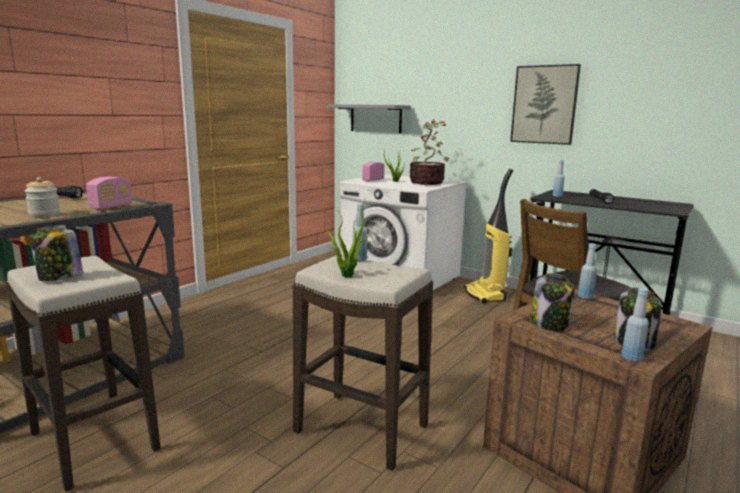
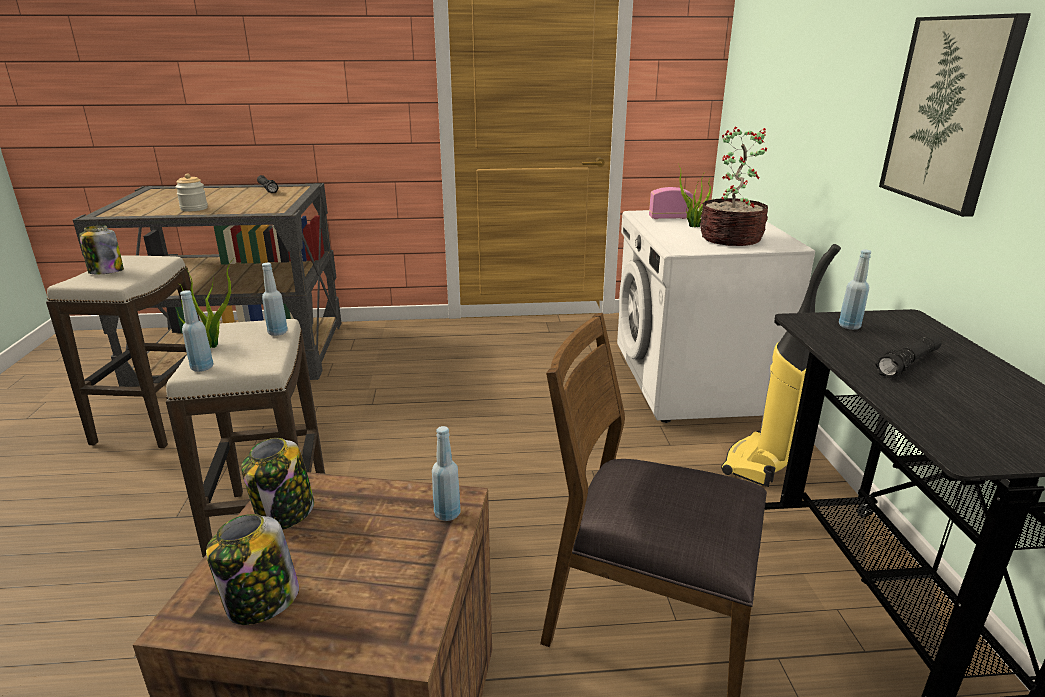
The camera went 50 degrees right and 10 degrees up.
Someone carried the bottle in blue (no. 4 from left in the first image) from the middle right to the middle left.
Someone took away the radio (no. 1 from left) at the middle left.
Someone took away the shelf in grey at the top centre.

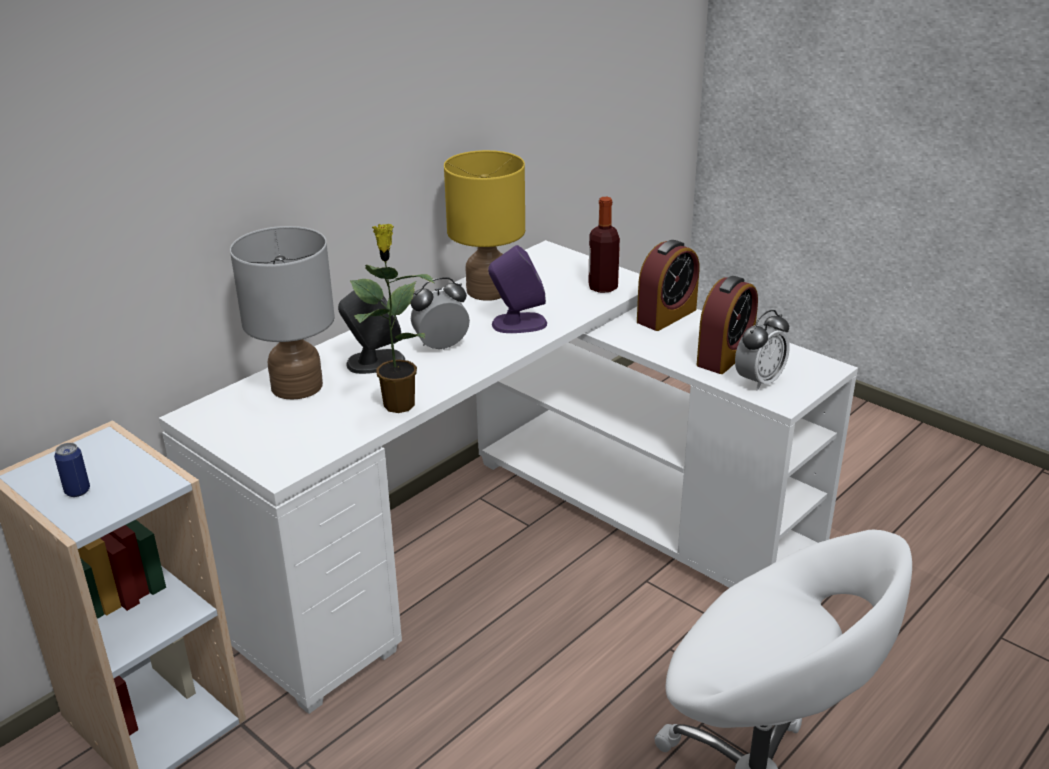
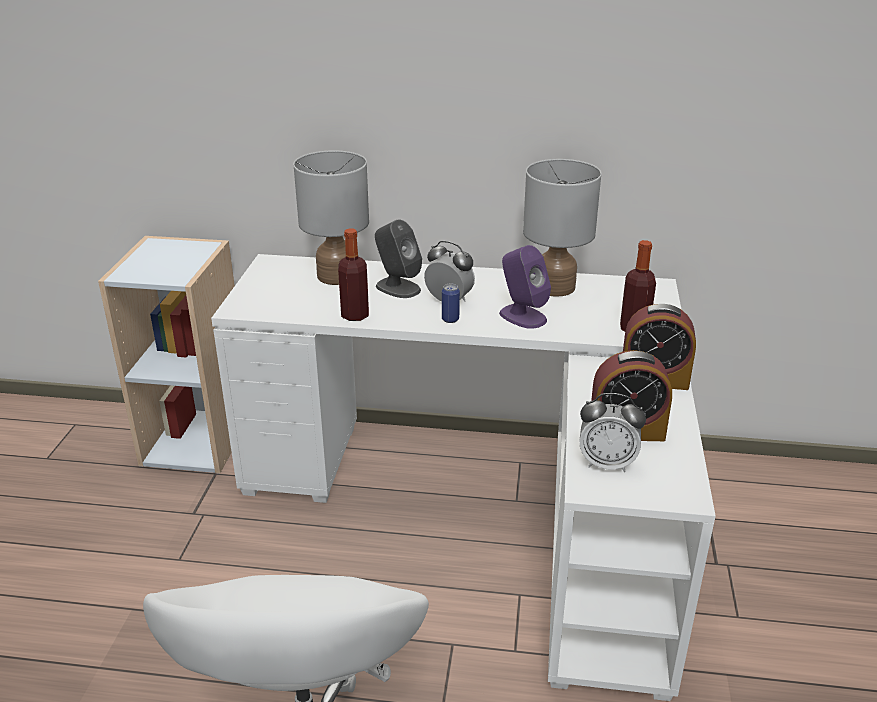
The camera went 55 degrees right and 0 degrees up.
Someone swapped the potted plant at the centre for the bottle (no. 1 from left) at the centre.
Someone carried the can from the middle left to the centre.
Someone repainted the table lamp in yellow at the top centre, which became the table lamp in grey (no. 2 from left) at the top centre.

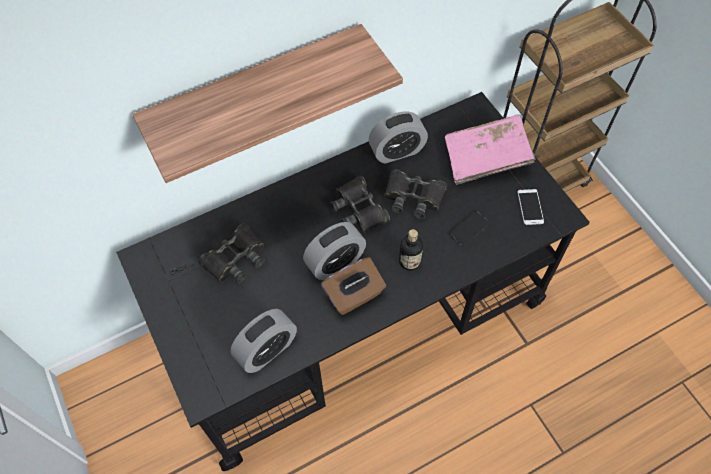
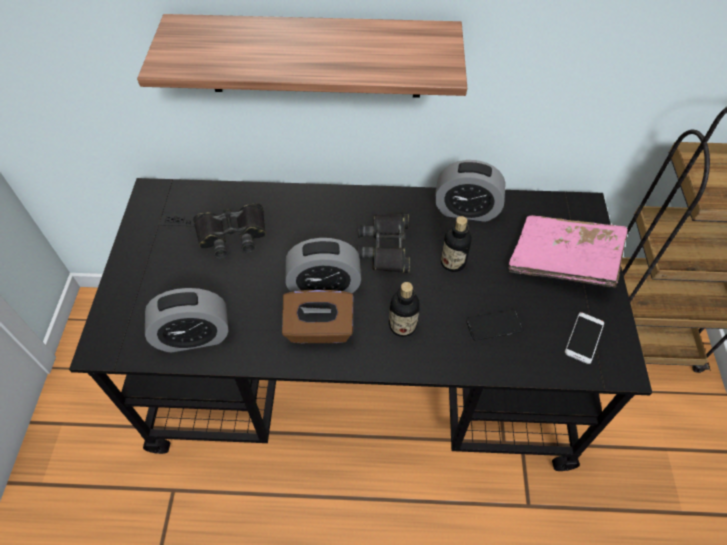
The camera went 30 degrees right and 5 degrees down.
Someone swapped the binoculars in black (no. 3 from left) at the centre for the bottle (no. 2 from left) at the centre.

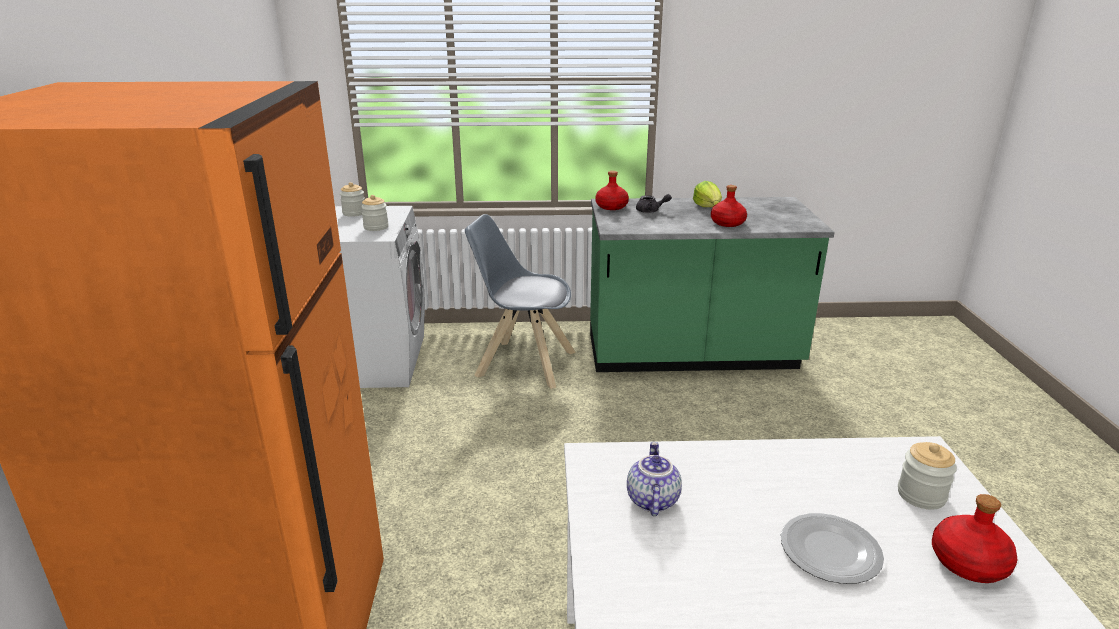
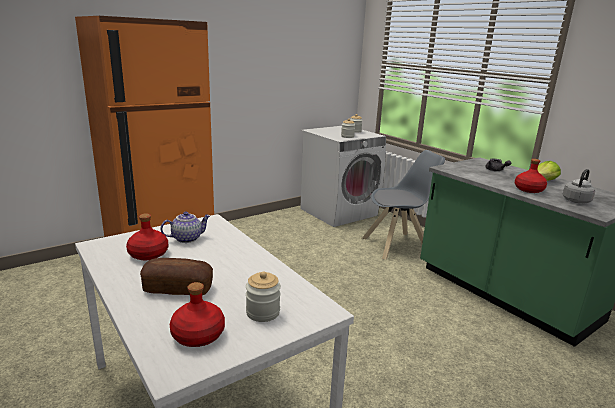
The camera went 55 degrees right and 5 degrees down.
Someone carried the bottle in red (no. 1 from left) from the top centre to the middle left.
Someone swapped the plate at the bottom right for the bread at the bottom left.
Someone rotated the chair in grey at the centre by 90 degrees clockwise.
Someone put down the kettle in grey at the middle right.

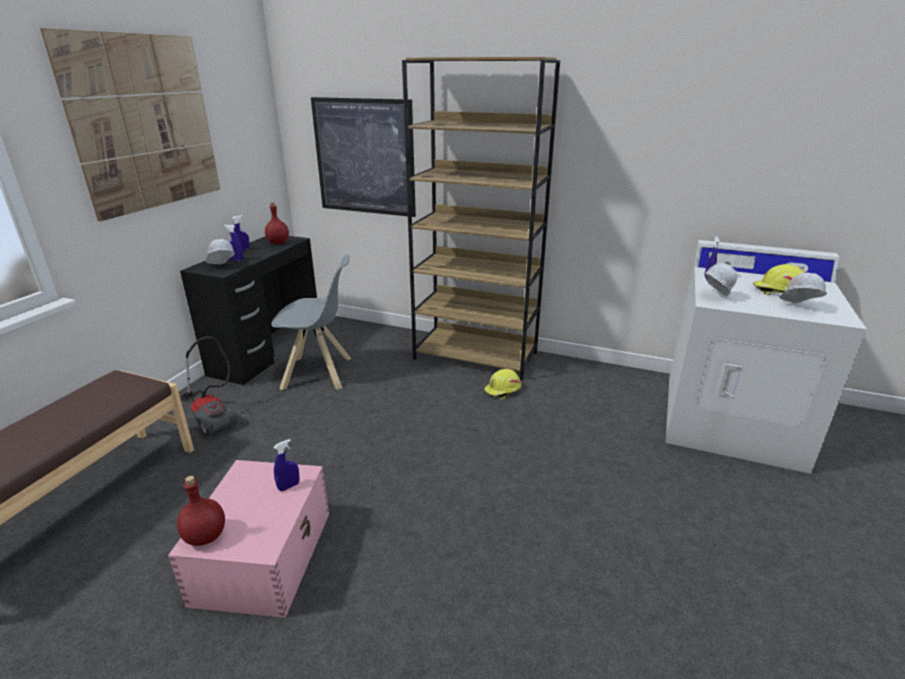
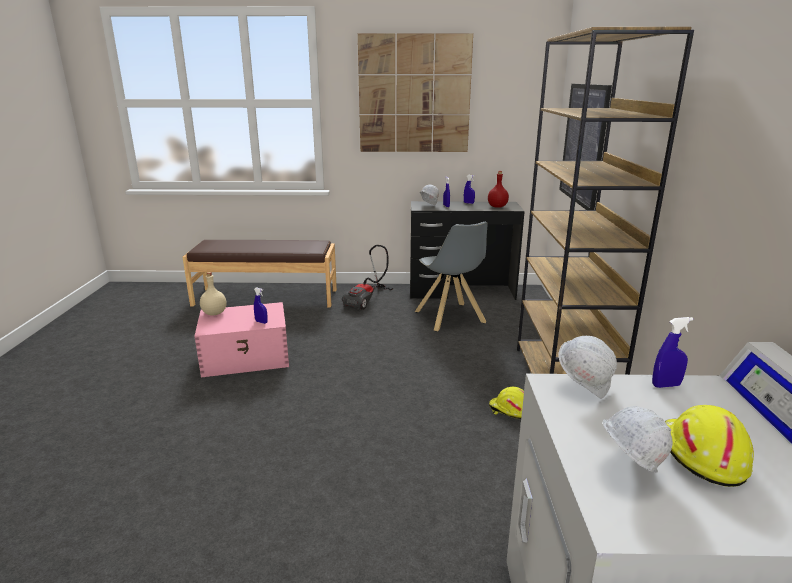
The camera went 70 degrees right and 5 degrees down.
Someone repainted the bottle in red (no. 1 from left) at the bottom left, which became the bottle in beige at the middle left.

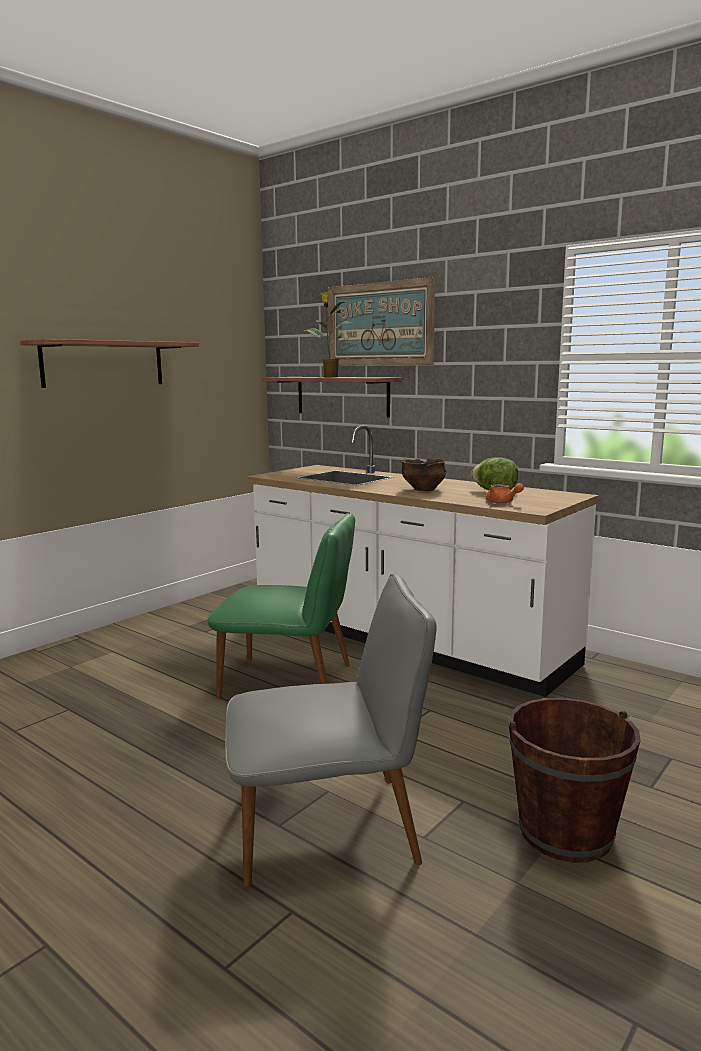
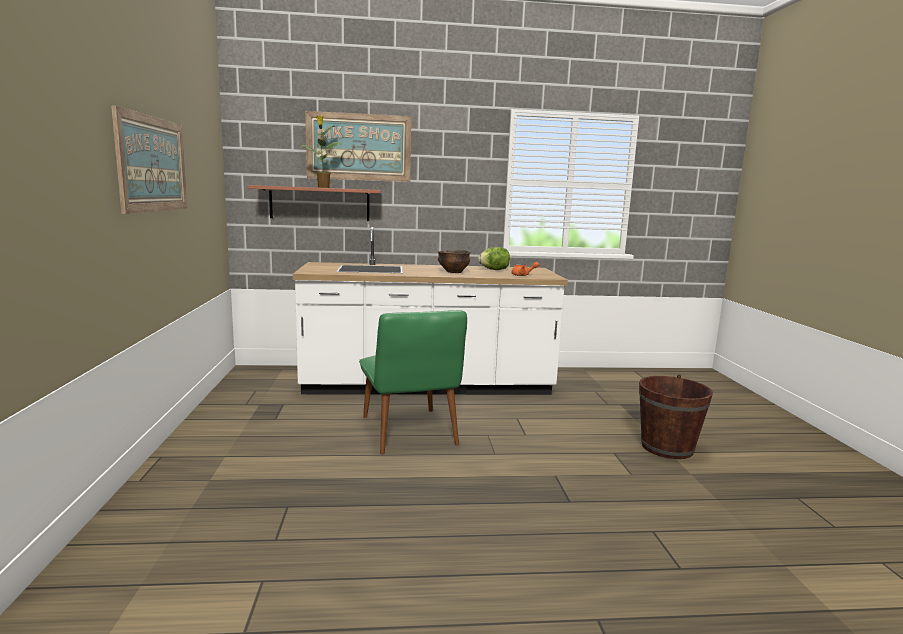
The camera went 45 degrees left and 0 degrees up.
Someone swapped the shelf (no. 1 from left) at the middle left for the picture (no. 1 from left) at the top left.
Someone rotated the chair in green at the centre by 105 degrees clockwise.
Someone took away the chair in grey at the bottom centre.

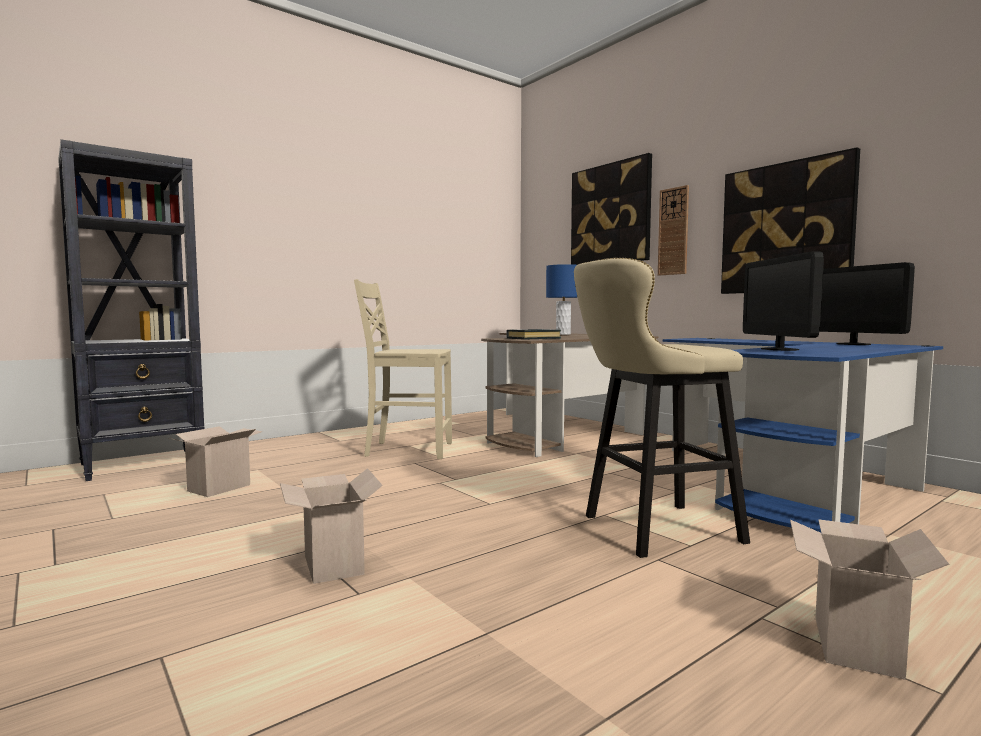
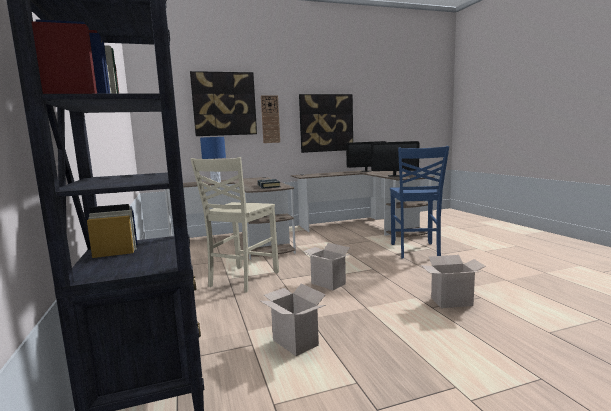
The camera went 70 degrees left and 5 degrees up.
Someone repainted the desk in blue at the middle right, which became the desk in brown (no. 2 from left) at the centre.
Someone carried the cardboard box (no. 3 from left in the first image) from the bottom right to the centre.
Someone swapped the stool in beige at the middle right for the chair in blue at the middle right.

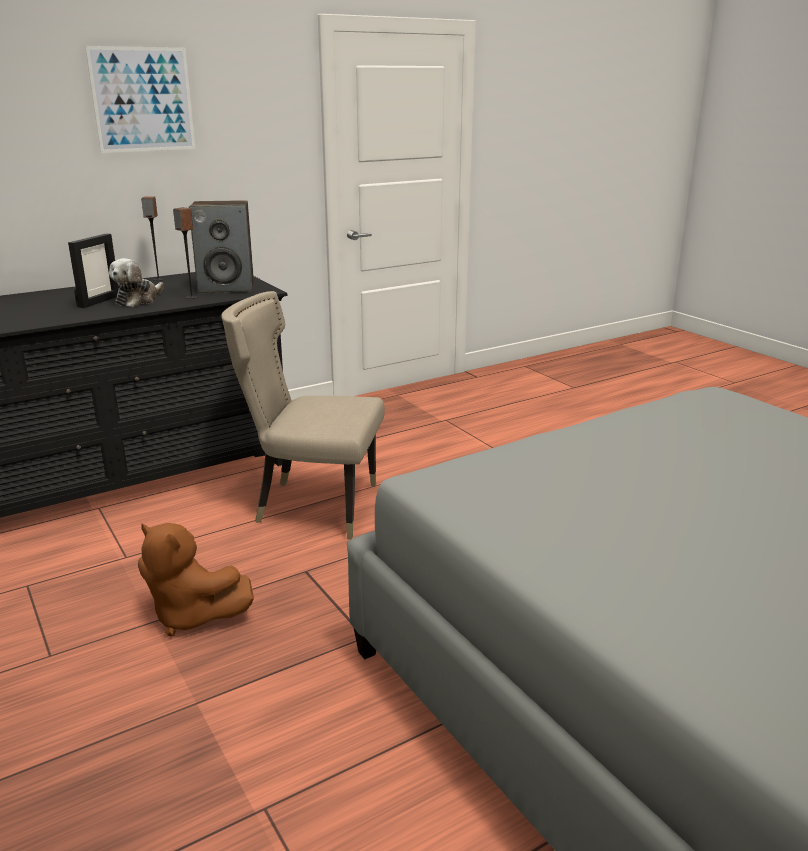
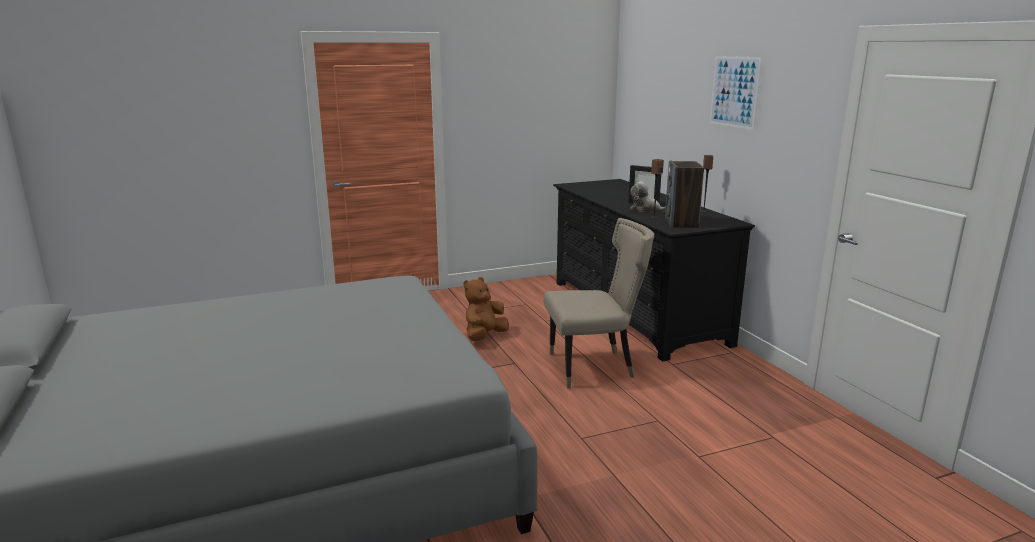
The camera went 100 degrees right and 5 degrees down.
Someone rotated the chair in beige at the centre by 60 degrees clockwise.

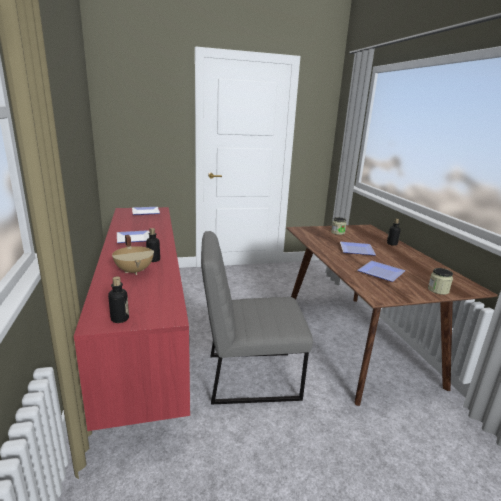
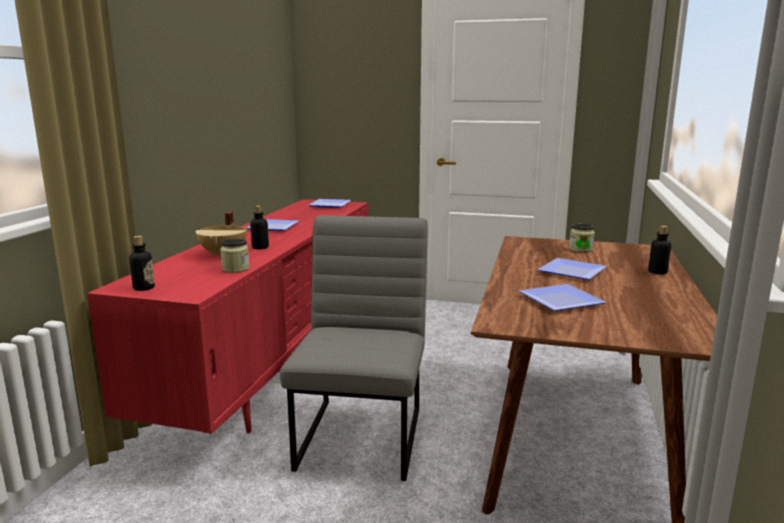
The camera went 30 degrees right and 5 degrees down.
Someone carried the jar (no. 2 from left in the first image) from the middle right to the middle left.
Someone rotated the chair in grey at the centre by 75 degrees clockwise.

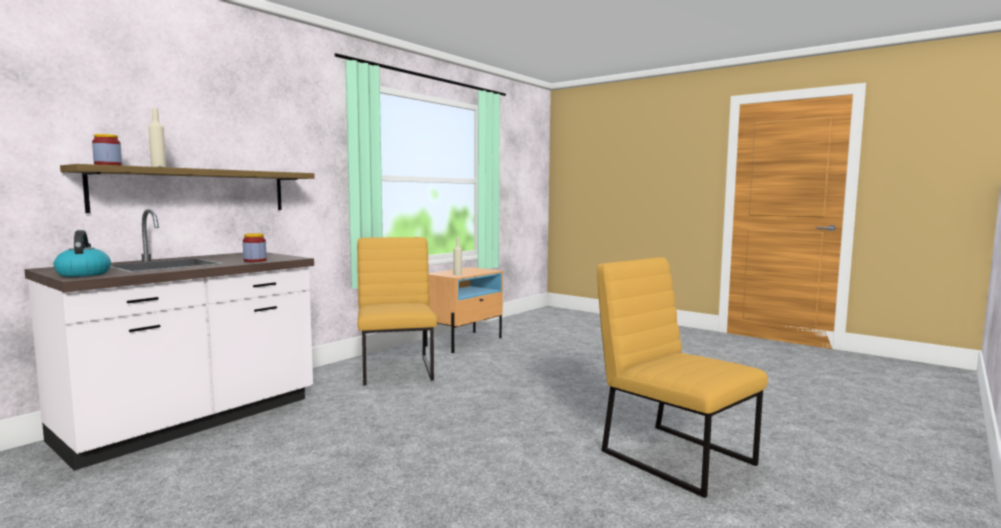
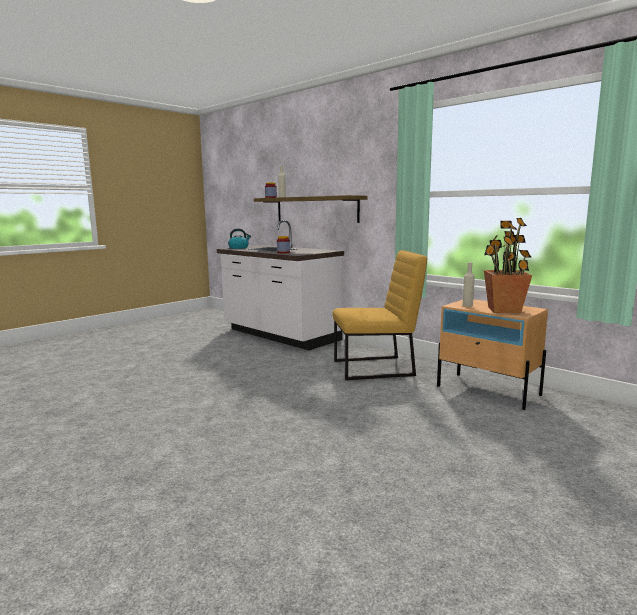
The camera went 95 degrees right and 5 degrees up.
Someone put down the potted plant at the middle right.
Someone took away the chair in yellow (no. 2 from left) at the bottom right.

